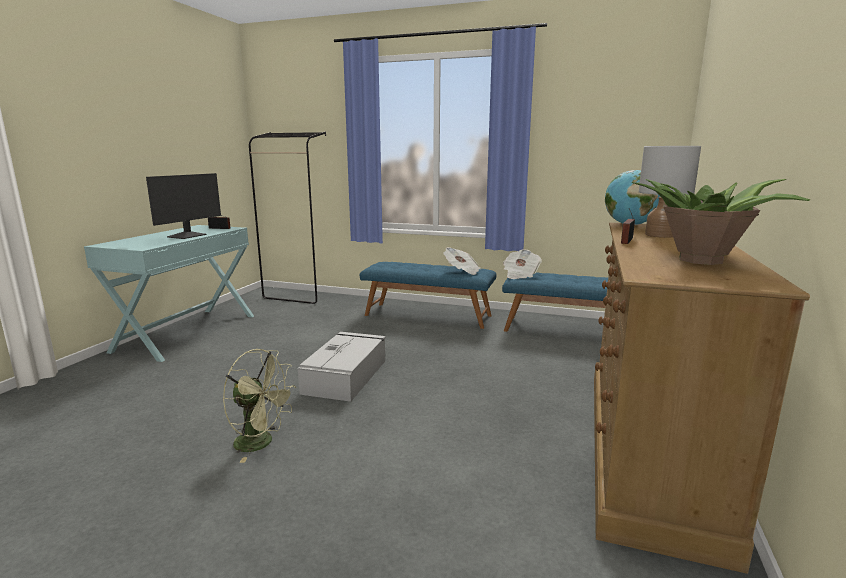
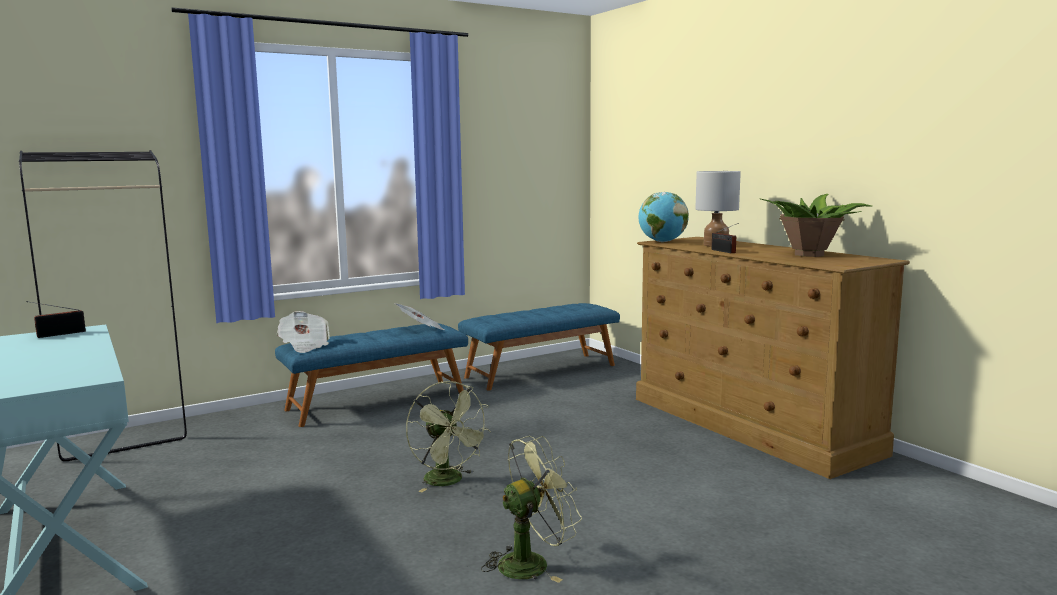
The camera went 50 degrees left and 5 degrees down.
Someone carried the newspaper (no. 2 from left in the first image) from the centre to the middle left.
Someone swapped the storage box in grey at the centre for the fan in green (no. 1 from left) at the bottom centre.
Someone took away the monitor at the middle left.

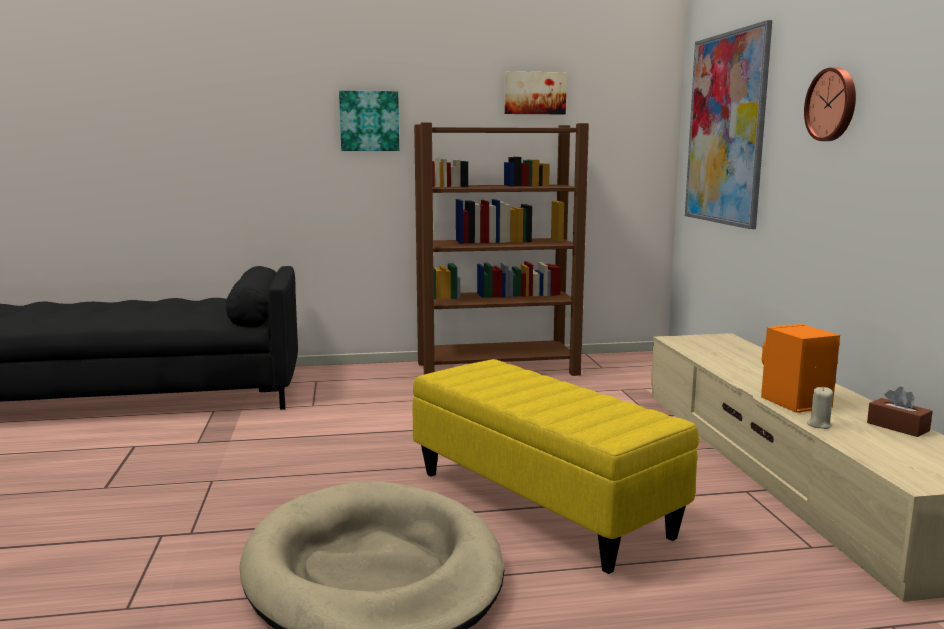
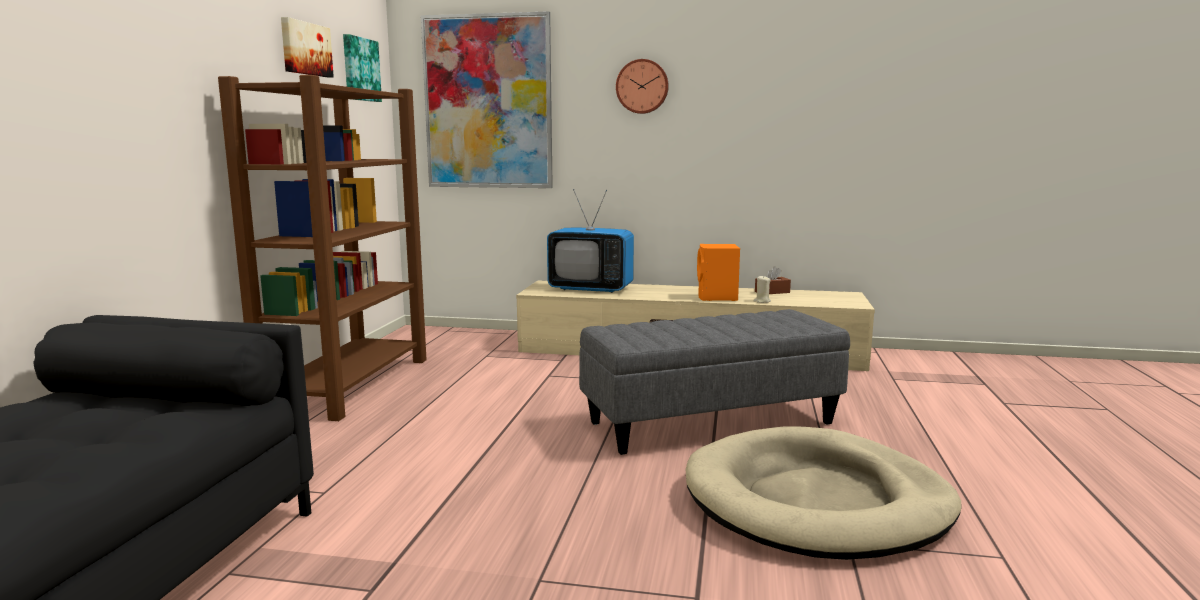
The camera went 70 degrees left and 0 degrees up.
Someone carried the picture (no. 1 from left in the first image) from the top centre to the top left.
Someone put down the television at the centre.
Someone repainted the ottoman in yellow at the bottom centre, which became the ottoman in grey at the centre.

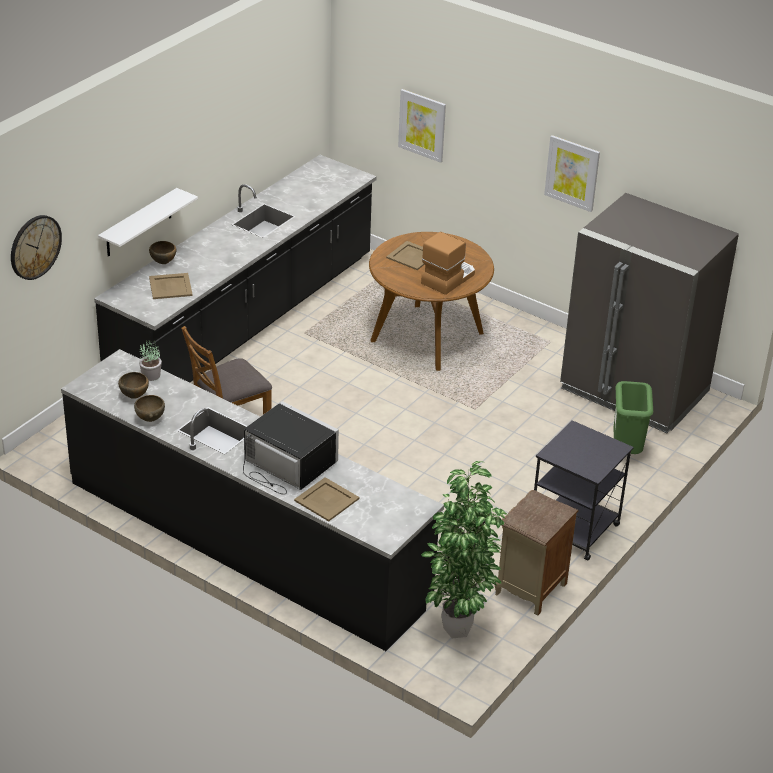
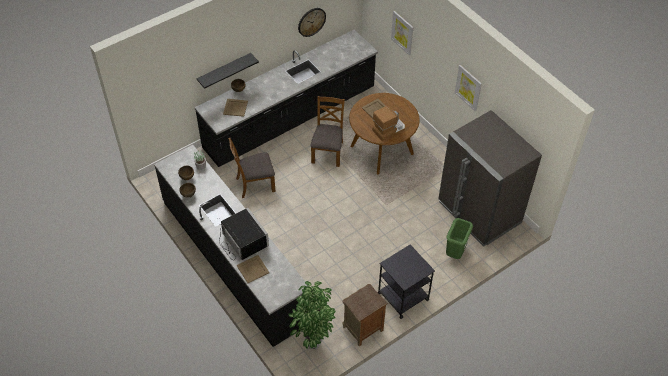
The camera went 20 degrees right and 15 degrees up.
Someone repainted the shelf in white at the top left, which became the shelf in black at the top centre.
Someone carried the wall clock from the top left to the top centre.
Someone put down the chair in brown (no. 2 from left) at the centre.

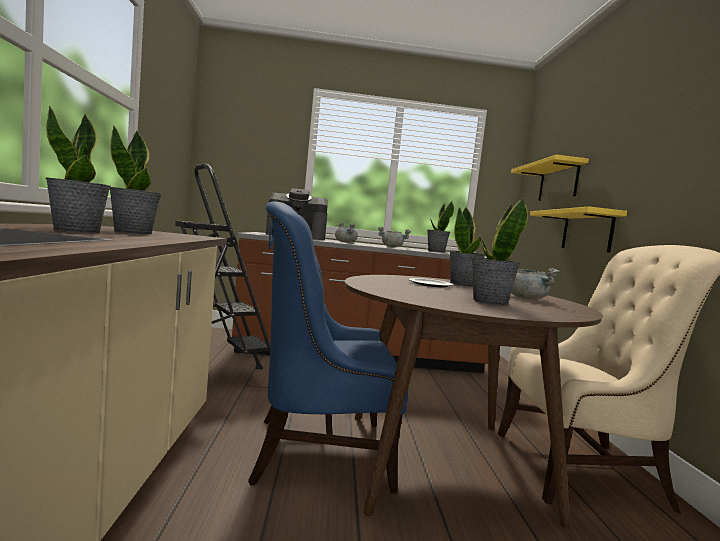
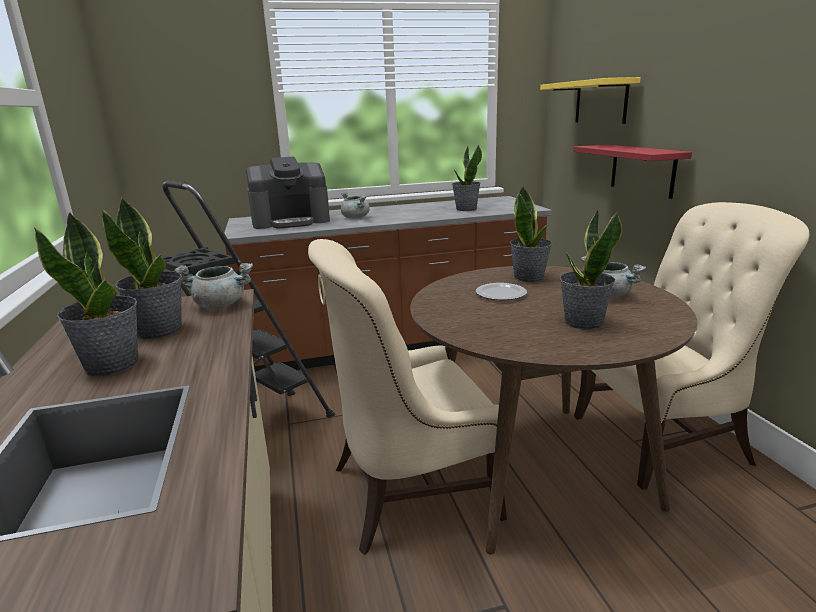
The camera went 10 degrees left and 15 degrees up.
Someone carried the cooking pot in grey (no. 2 from left in the first image) from the centre to the middle left.
Someone repainted the chair in blue at the centre, which became the chair in beige (no. 1 from left) at the centre.
Someone repainted the shelf in yellow (no. 2 from left) at the middle right, which became the shelf in red at the top right.

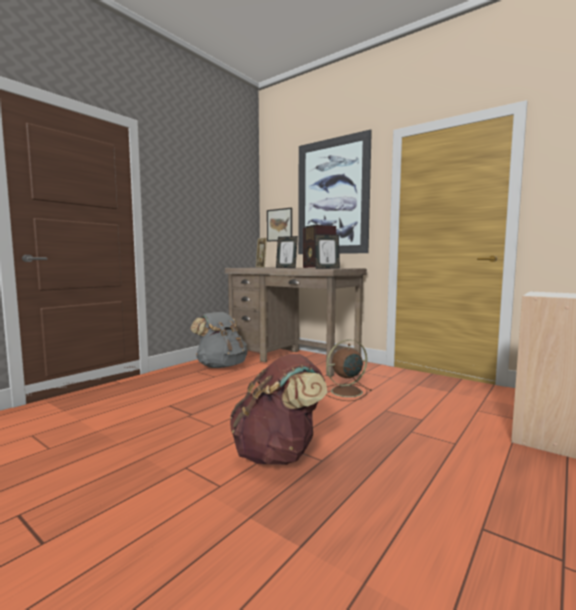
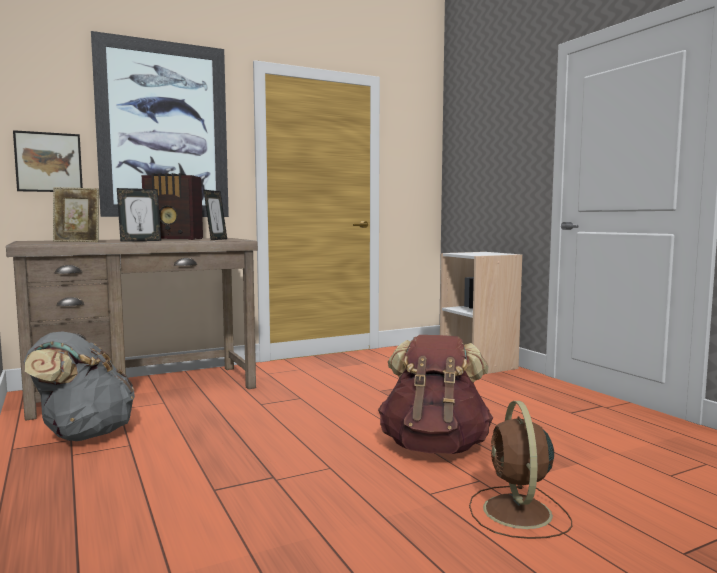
The camera went 65 degrees left and 0 degrees up.
Someone carried the fan in brown from the centre to the bottom right.

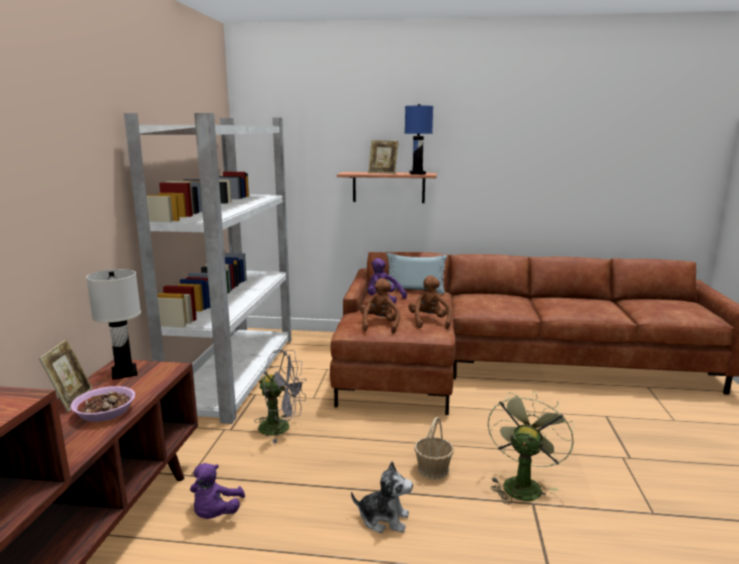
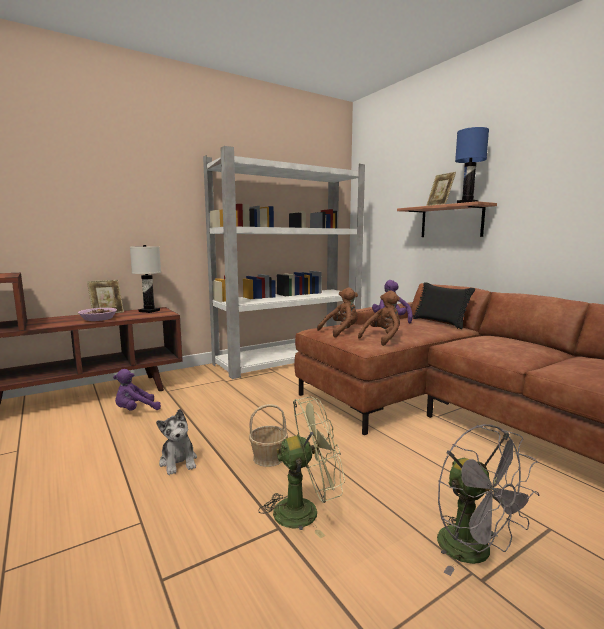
The camera went 50 degrees right and 5 degrees down.
Someone repainted the pillow in blue at the centre, which became the pillow in black at the middle right.
Someone carried the fan in grey from the bottom centre to the bottom right.

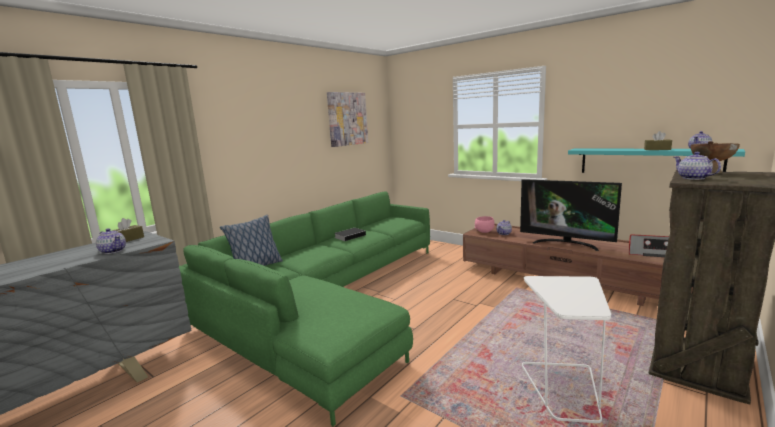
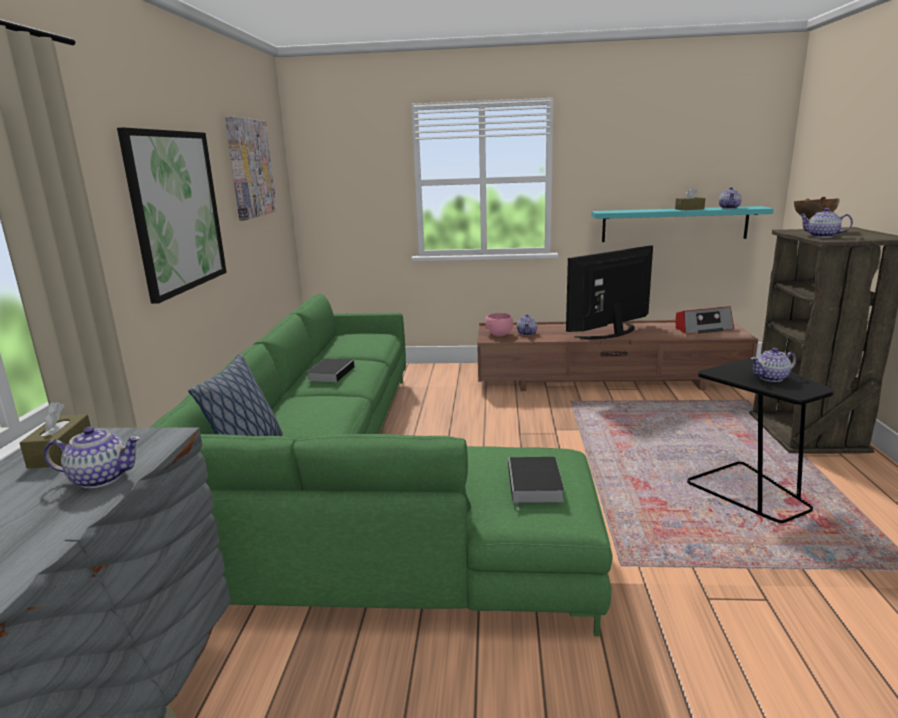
The camera went 35 degrees left and 5 degrees up.
Someone put up the picture (no. 1 from left) at the top left.
Someone put down the book (no. 2 from left) at the bottom centre.
Someone rotated the television at the middle right by 150 degrees clockwise.
Someone repainted the side table in white at the bottom right, which became the side table in black at the middle right.
Someone put down the teapot (no. 4 from left) at the middle right.

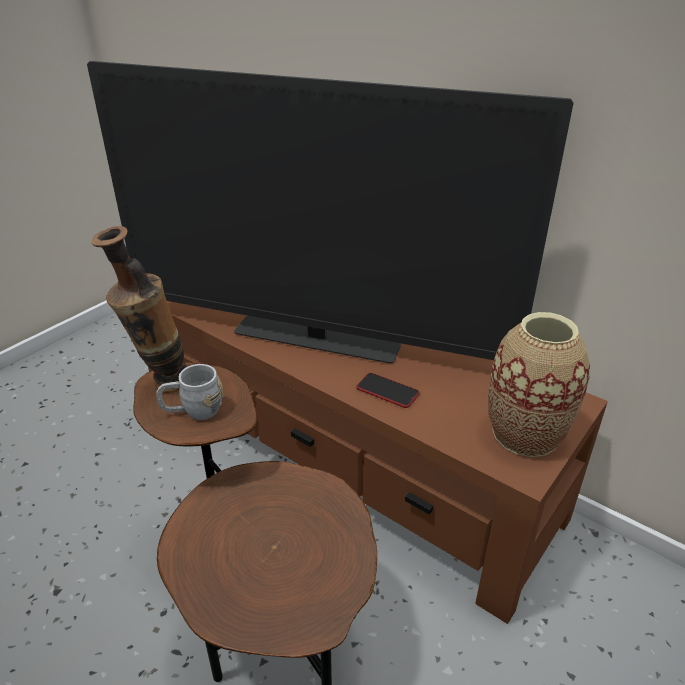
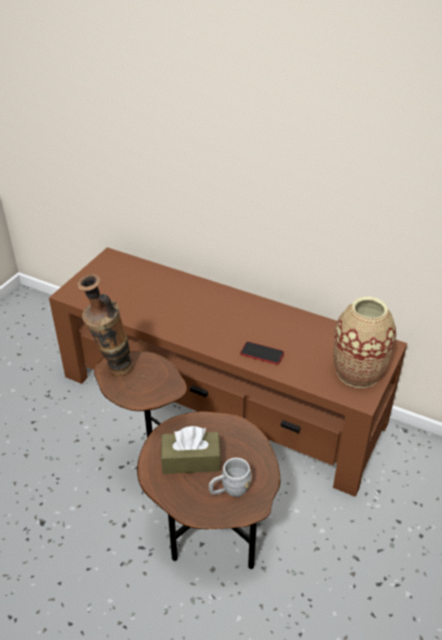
The camera went 10 degrees left and 5 degrees up.
Someone put down the tissue box in brown at the bottom centre.
Someone carried the mug in grey from the middle left to the bottom centre.
Someone took away the television at the top centre.

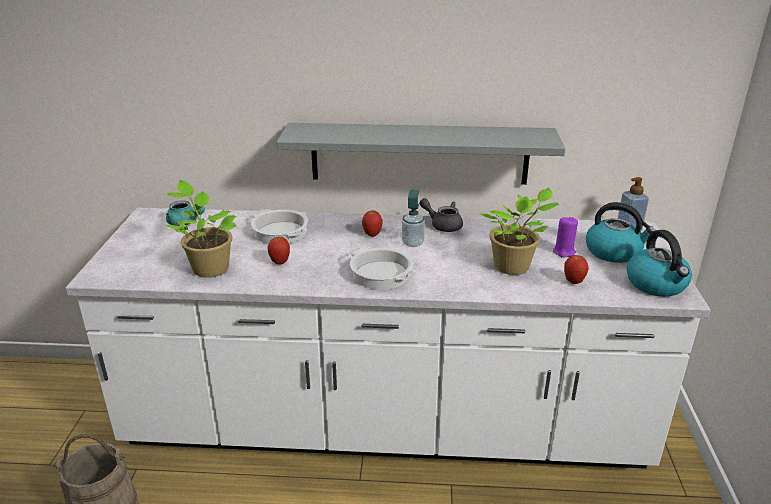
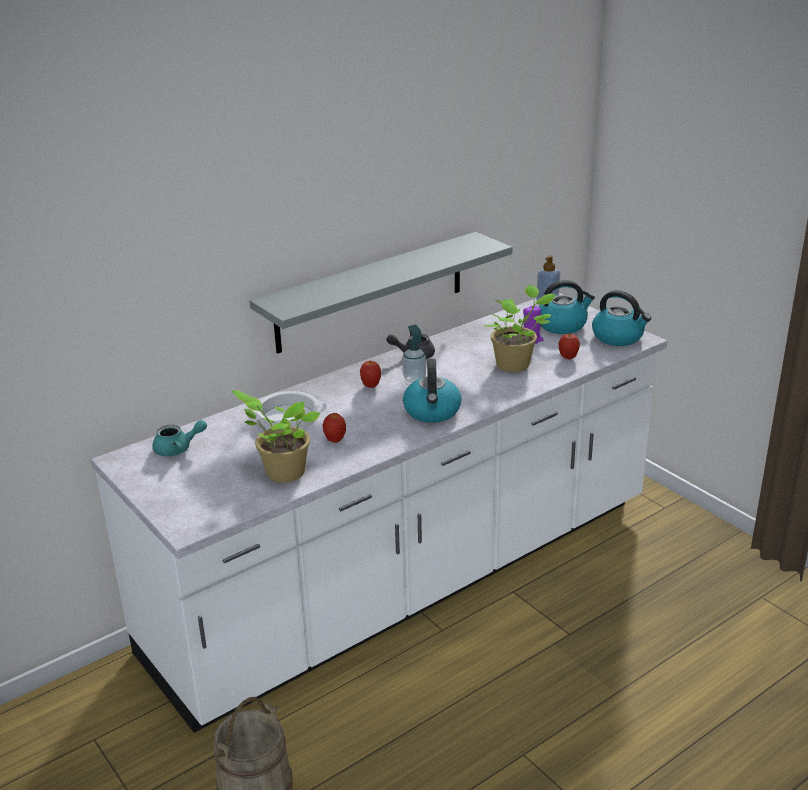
The camera went 40 degrees left and 0 degrees up.
Someone swapped the cooking pot (no. 2 from left) at the centre for the kettle (no. 1 from left) at the centre.

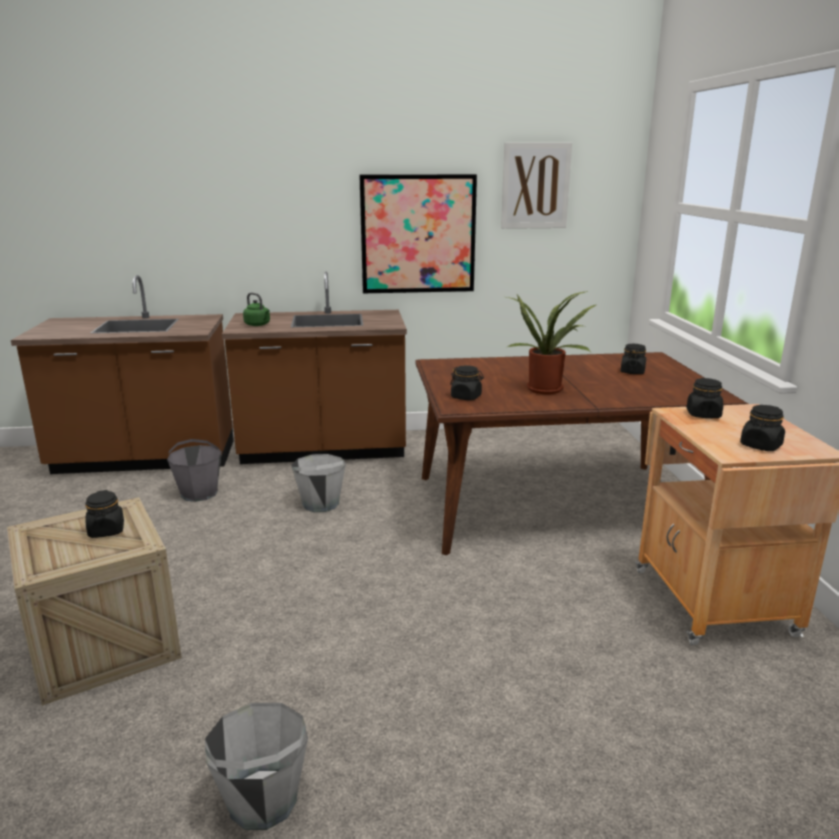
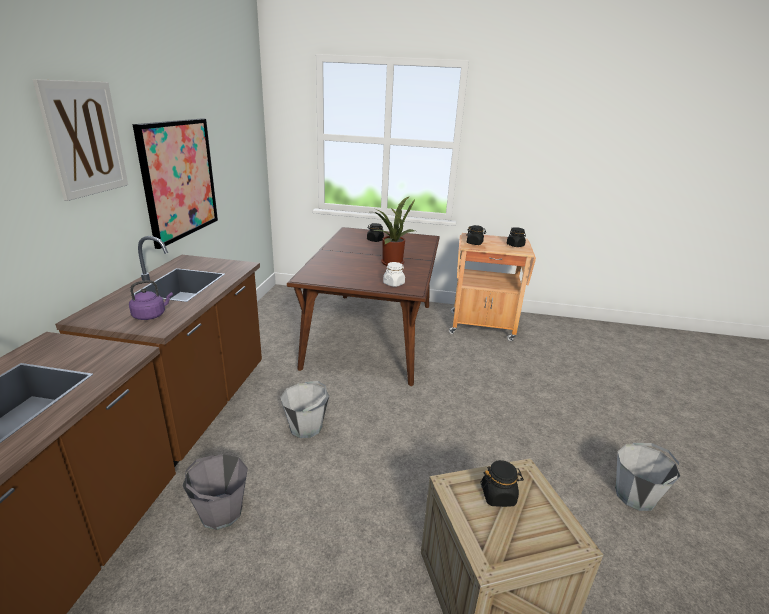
The camera went 75 degrees left and 5 degrees up.
Someone carried the picture (no. 2 from left in the first image) from the top centre to the top left.
Someone repainted the kettle in green at the middle left, which became the kettle in purple at the middle left.
Someone repainted the jar in black (no. 2 from left) at the centre, which became the jar in white at the centre.

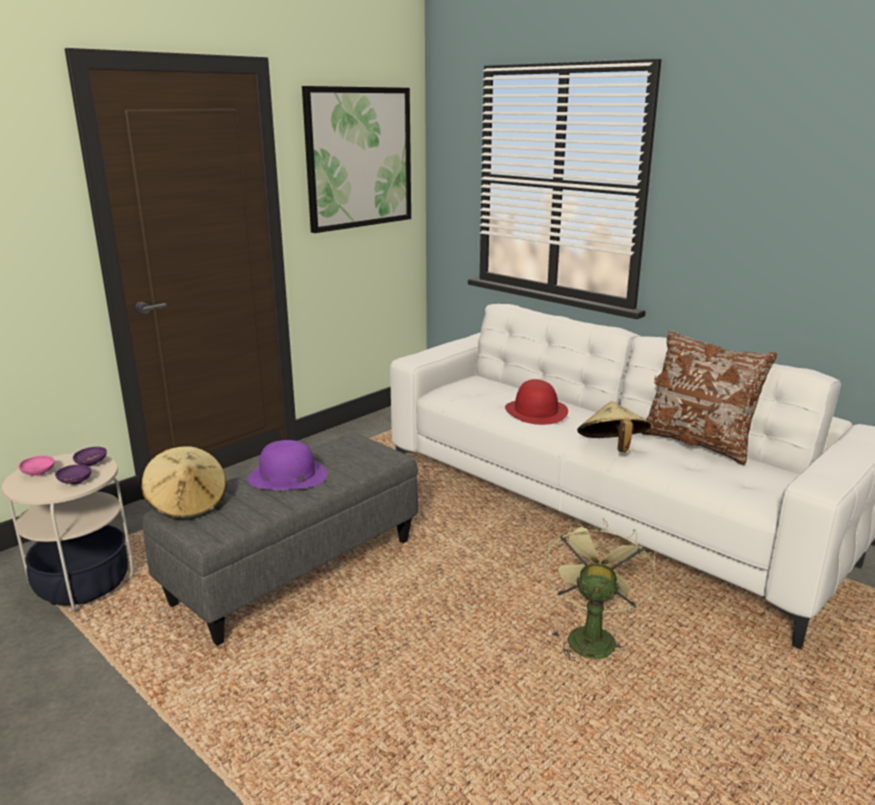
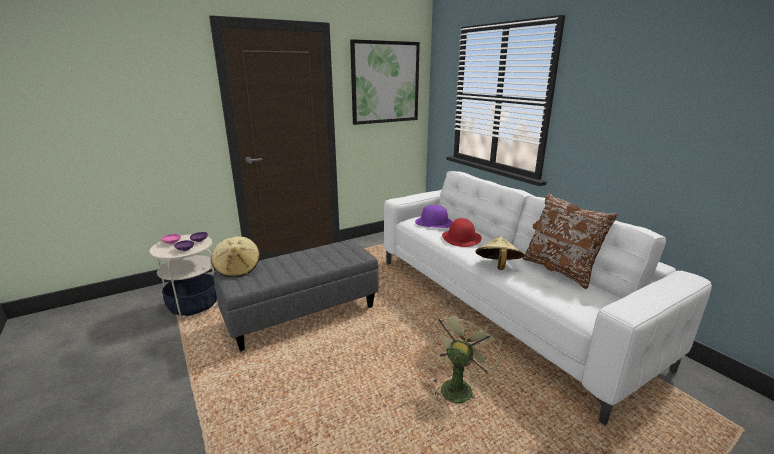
The camera went 15 degrees right and 0 degrees up.
Someone carried the hat in purple from the middle left to the centre.

